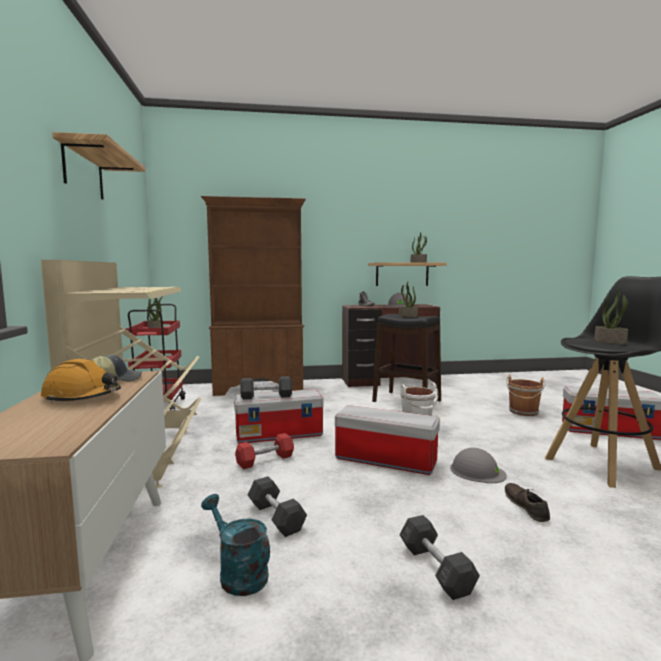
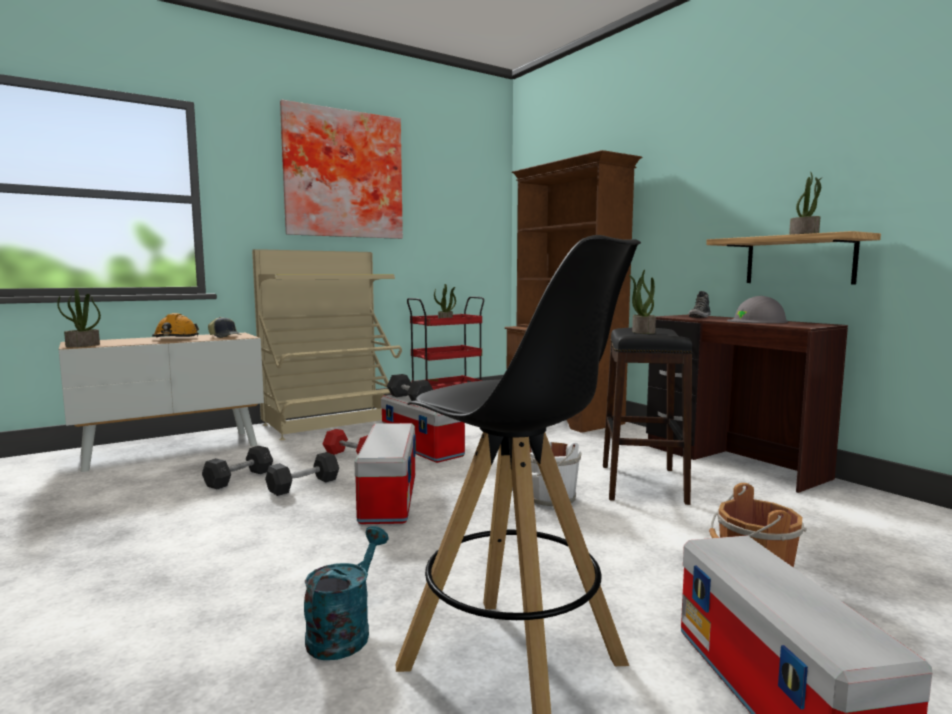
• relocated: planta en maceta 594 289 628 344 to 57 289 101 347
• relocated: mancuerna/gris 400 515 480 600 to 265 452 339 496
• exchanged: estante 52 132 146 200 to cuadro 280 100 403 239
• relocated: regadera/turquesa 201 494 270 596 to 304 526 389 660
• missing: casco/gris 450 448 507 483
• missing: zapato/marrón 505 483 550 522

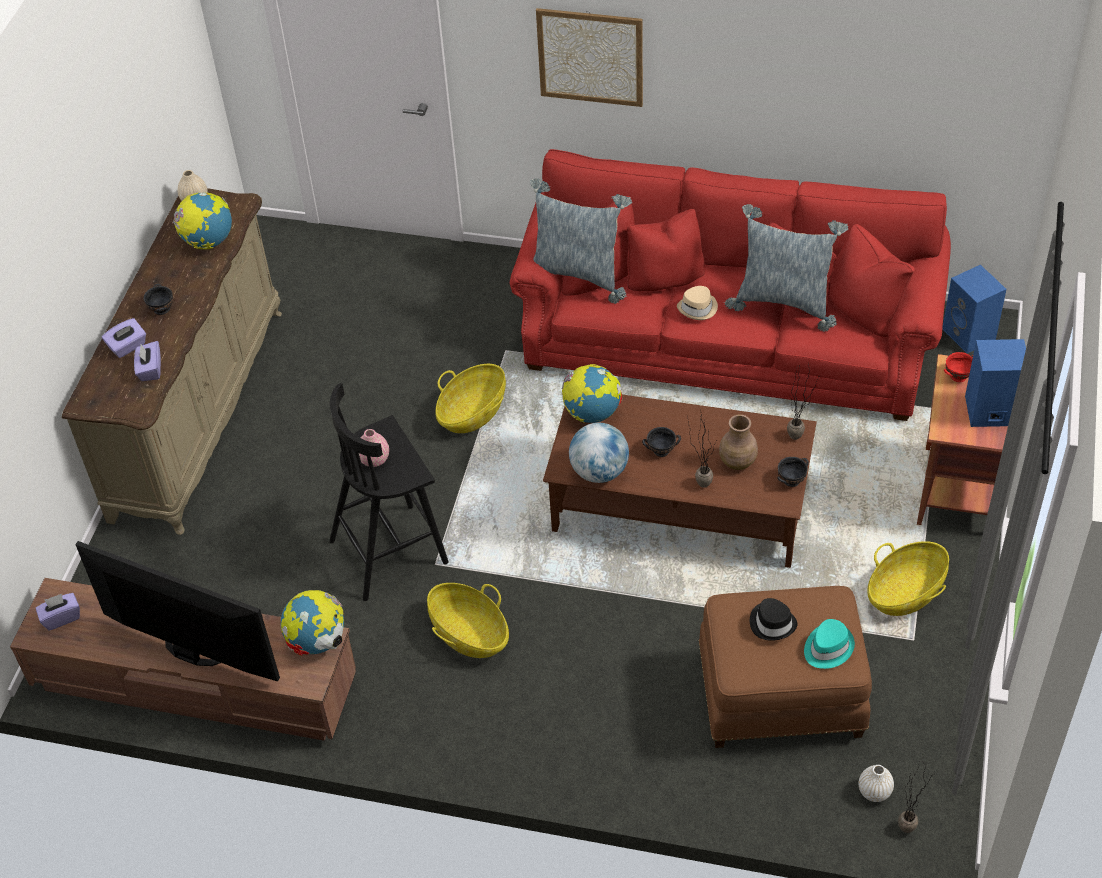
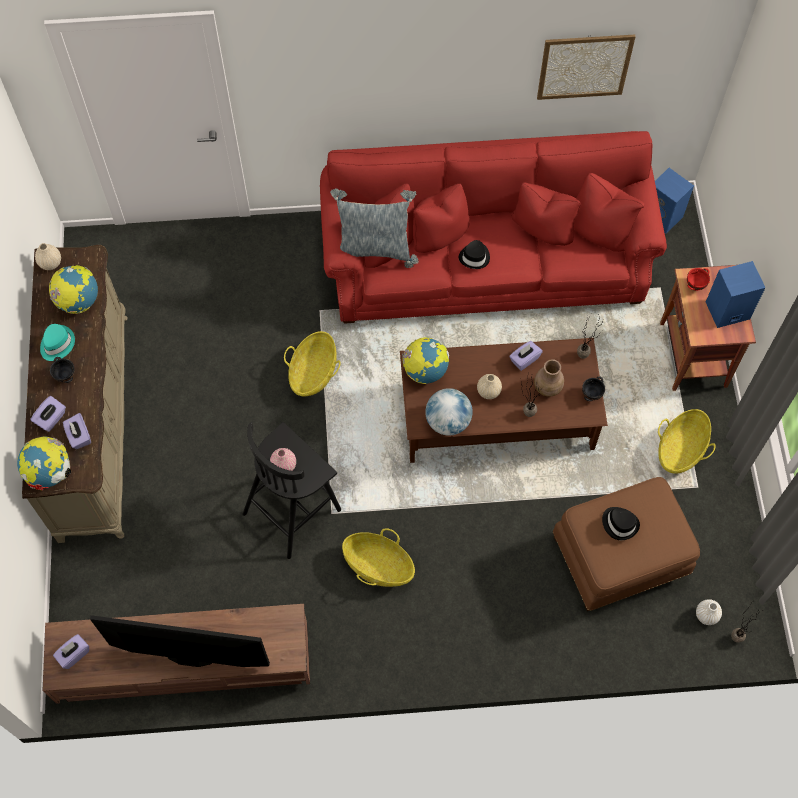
• relocated: globo terráqueo 281 590 344 656 to 17 436 71 491
• relocated: sombrero/turquesa 804 619 855 669 to 40 324 75 361
• colour: sombrero/beis 677 286 718 320 to sombrero/negro 459 240 490 269
• exchanged: cuenco/negro 642 427 681 457 to florero/beis 477 374 502 399
• appeared: caja de pañuelos/morado 509 341 543 371
• relocated: cuadro 536 8 643 107 to 537 34 636 100
• missing: cojín 724 204 848 332

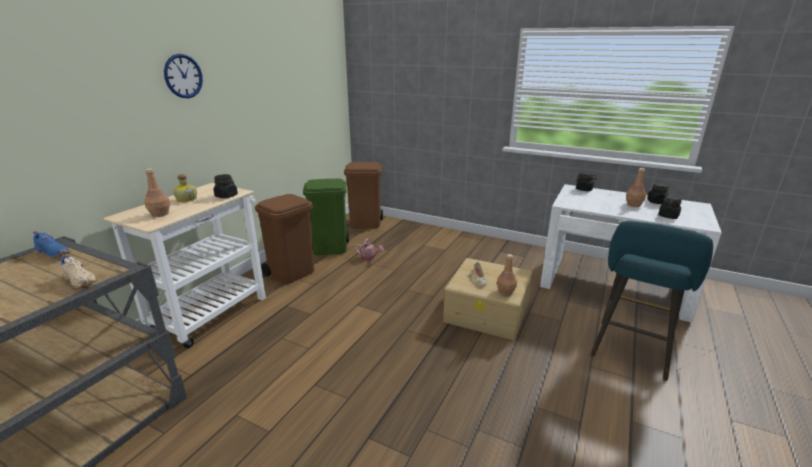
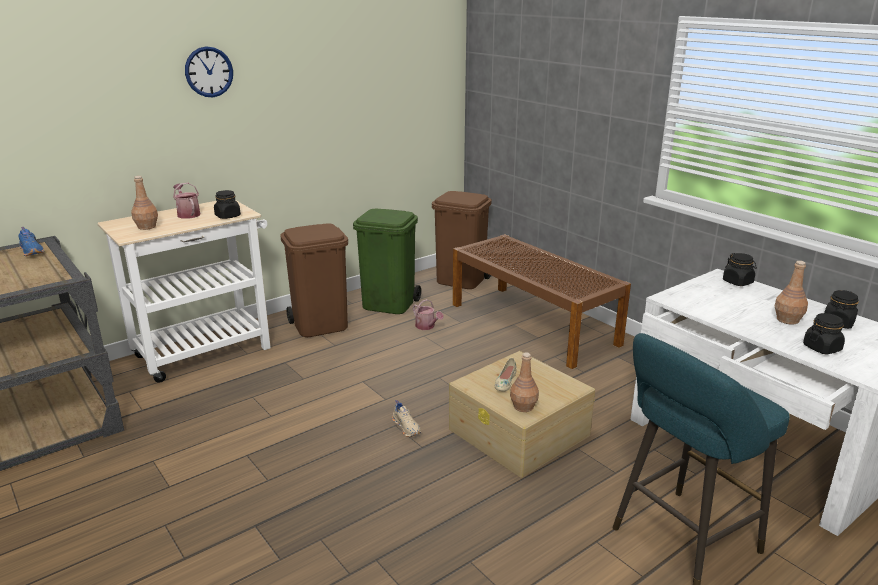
• exchanged: botella 173 174 197 202 to regadera 173 183 200 219
• relocated: zapato/beis 60 254 97 288 to 392 400 421 437
• appeared: banco/marrón 453 234 631 369

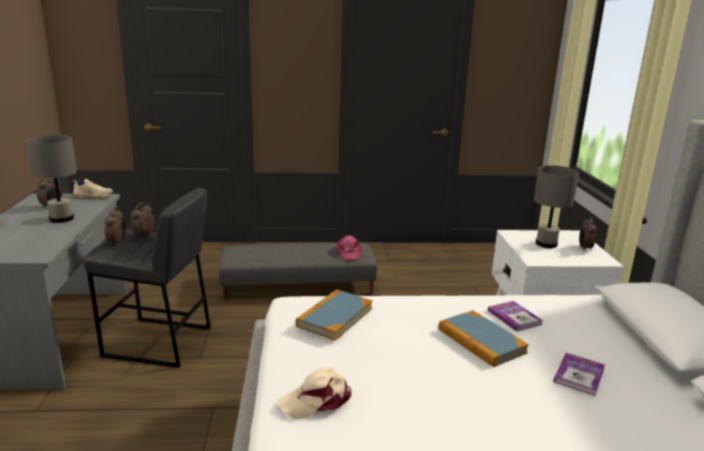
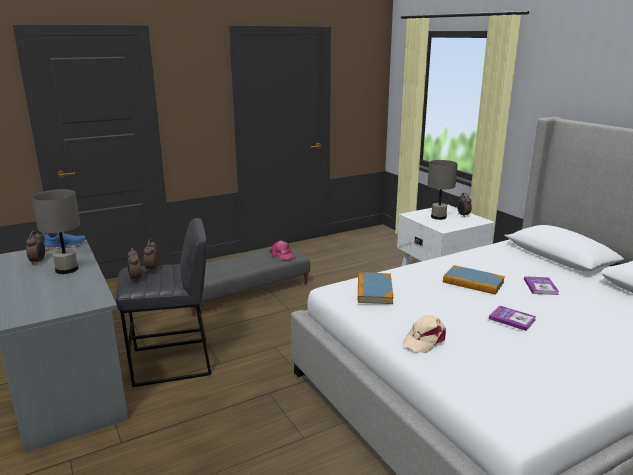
• colour: zapato/beis 72 179 113 199 to zapato/azul 42 232 86 250
• relocated: libro 488 301 543 331 to 489 305 536 331

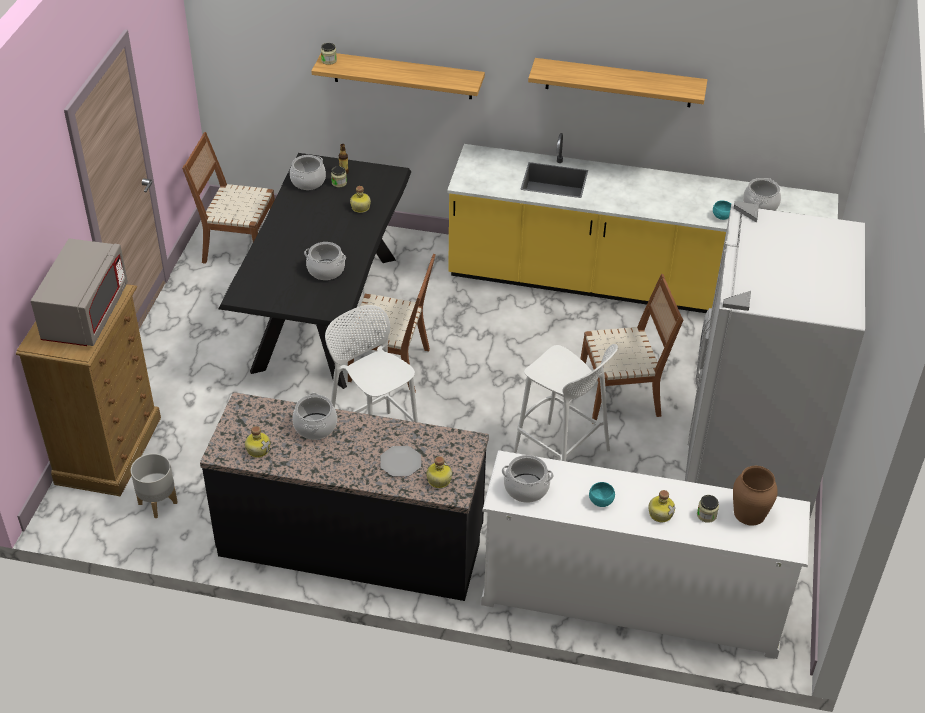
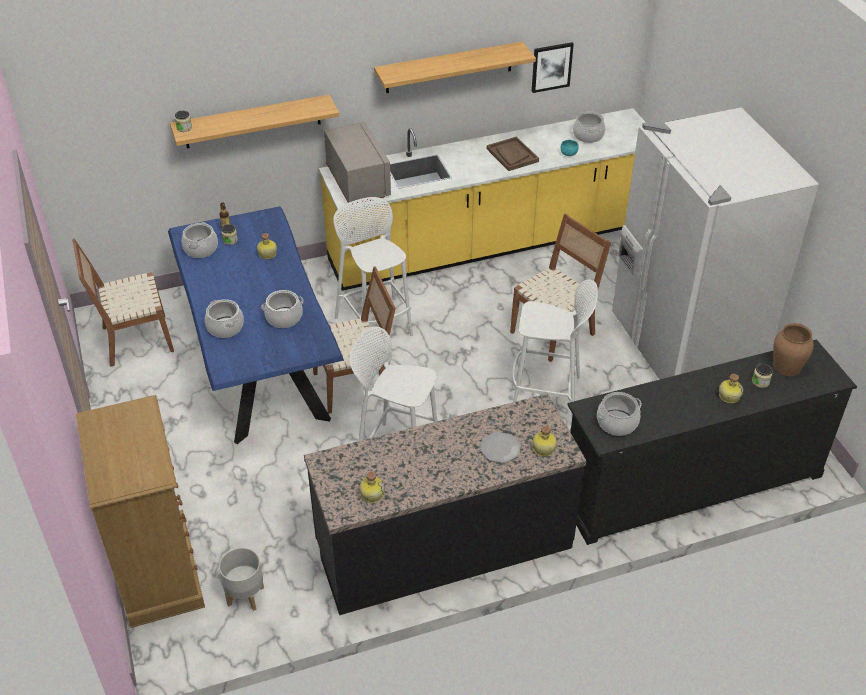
• colour: mesa de comedor/negro 218 153 412 389 to mesa de comedor/azul 168 206 344 444
• relocated: olla 292 393 337 440 to 205 299 244 338
• relocated: microondas/gris 31 239 128 346 to 324 122 391 205
• appeared: taburete/blanco 333 197 413 336
• appeared: bandeja/marrón 487 136 539 171
• appeared: cuadro 532 42 574 93
• colour: armario/blanco 481 450 810 659 to armario/negro 567 340 857 545
• missing: cuenco/turquesa 589 482 615 507

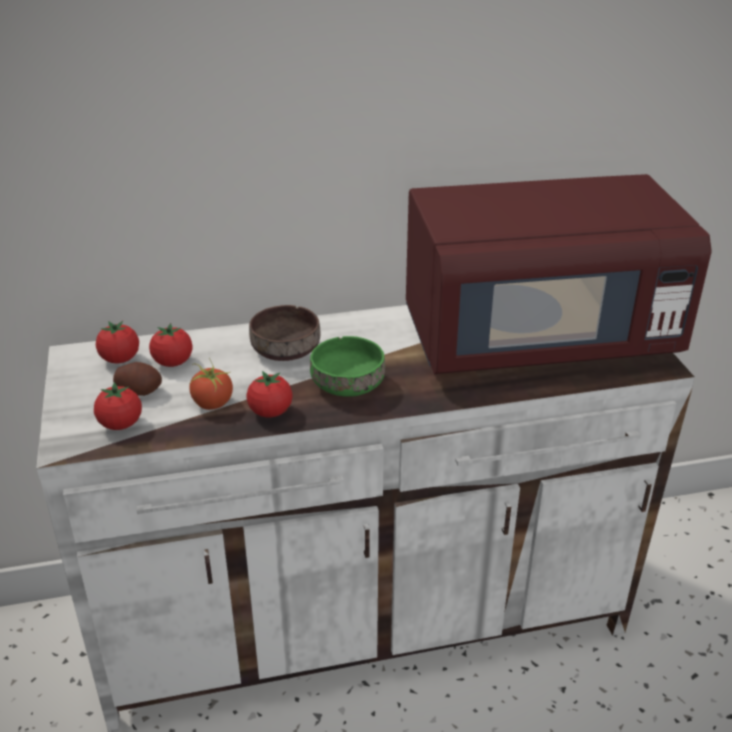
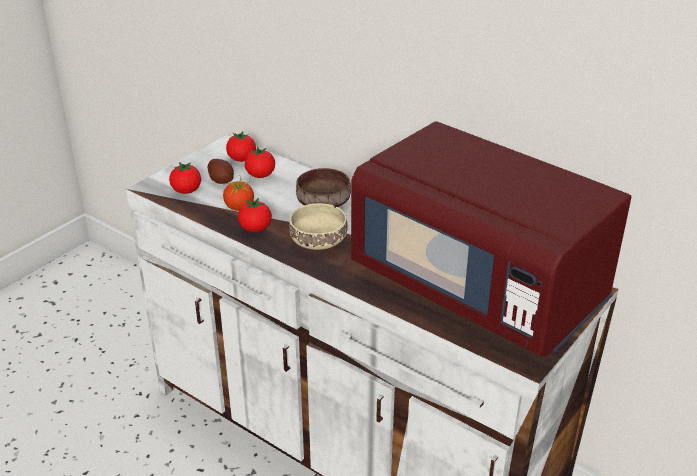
• colour: cuenco/verde 310 336 385 397 to cuenco/beis 289 203 348 250

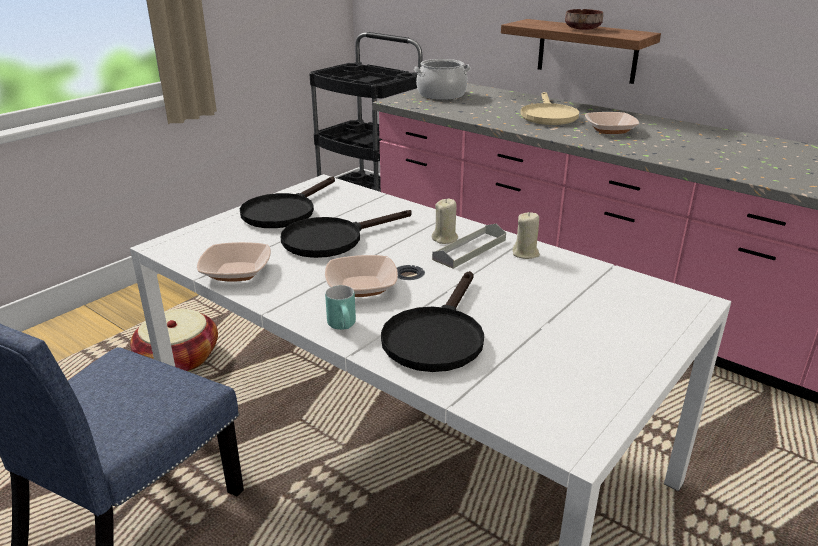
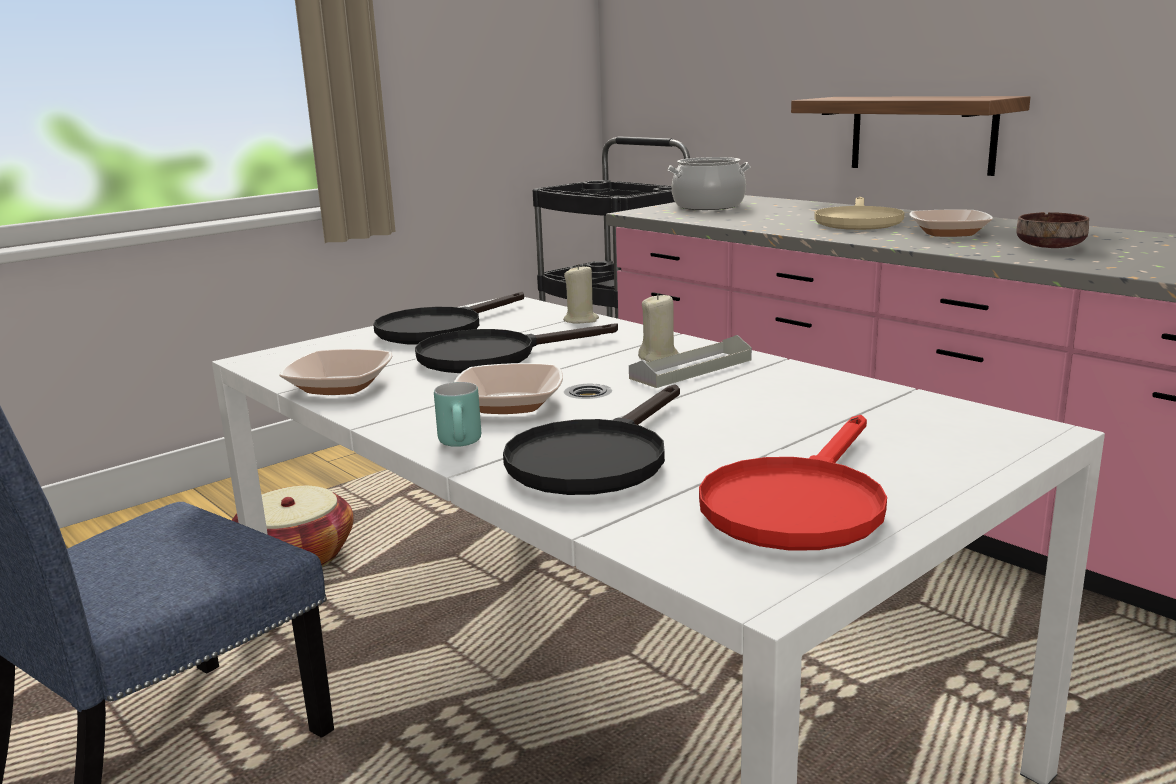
• relocated: vela/beis 512 212 540 259 to 563 264 599 324
• appeared: sartén/rojo 699 415 887 550
• relocated: cuenco/marrón 565 9 603 30 to 1016 212 1089 248

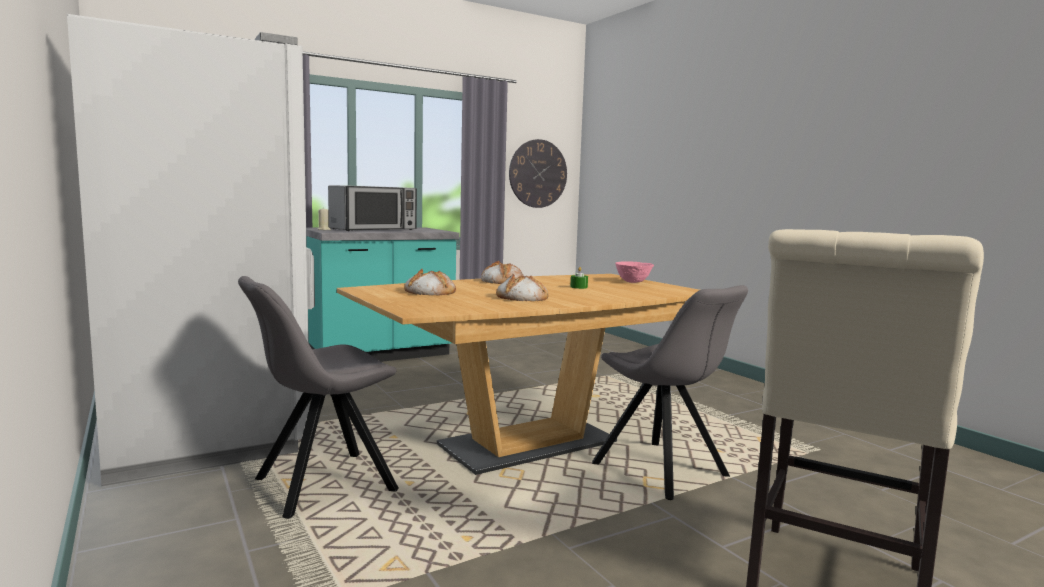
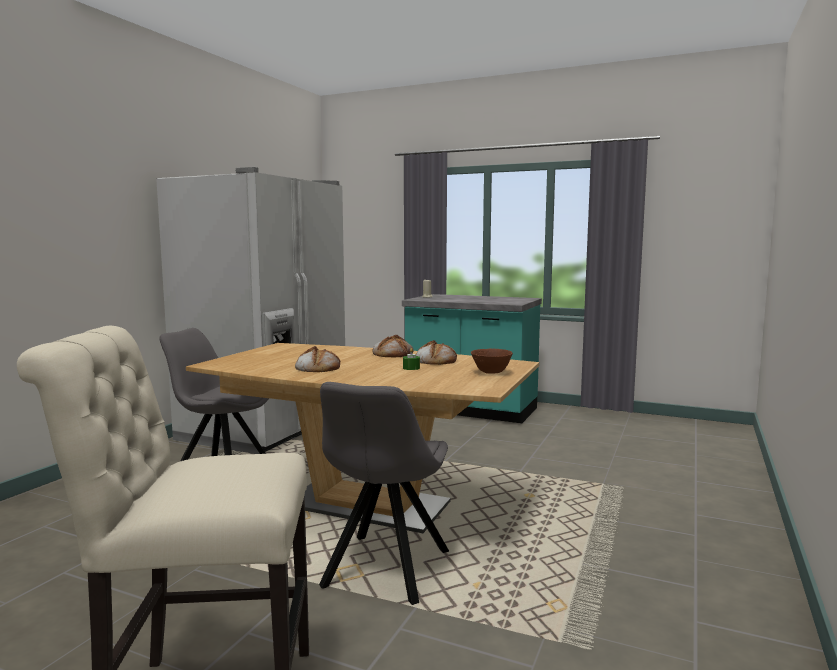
• relocated: pan 404 269 456 296 to 416 340 457 365
• colour: cuenco/rosa 615 261 654 283 to cuenco/marrón 471 349 513 374
• missing: microondas 328 185 417 231
• missing: reloj de pared 509 139 567 208

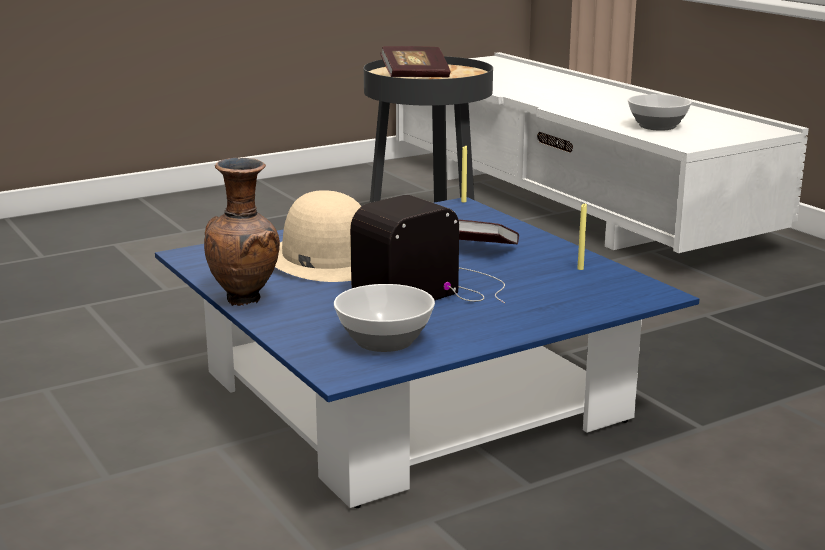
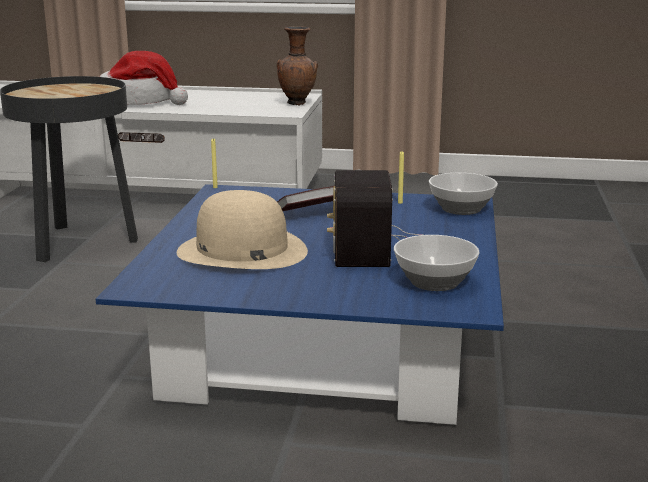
• appeared: sombrero 100 51 188 105
• relocated: florero/marrón 204 158 280 306 to 277 26 318 106
• relocated: cuenco 628 94 692 131 to 429 173 498 215
• missing: libro 380 46 450 77

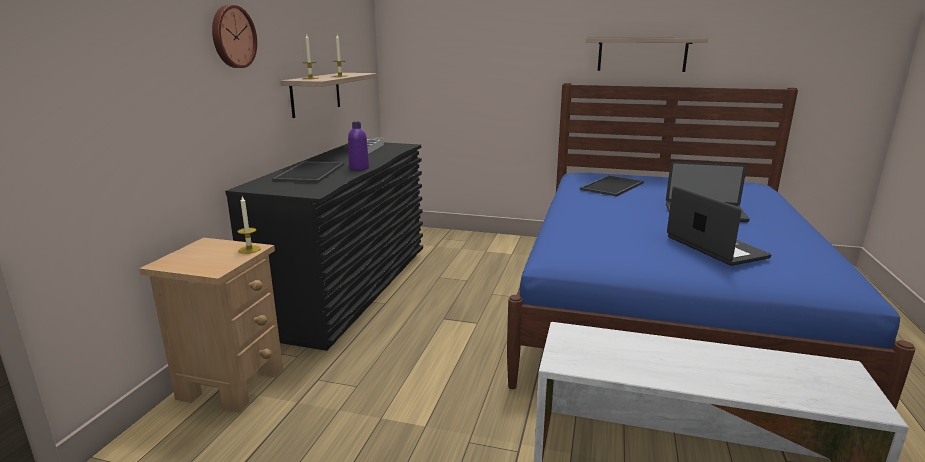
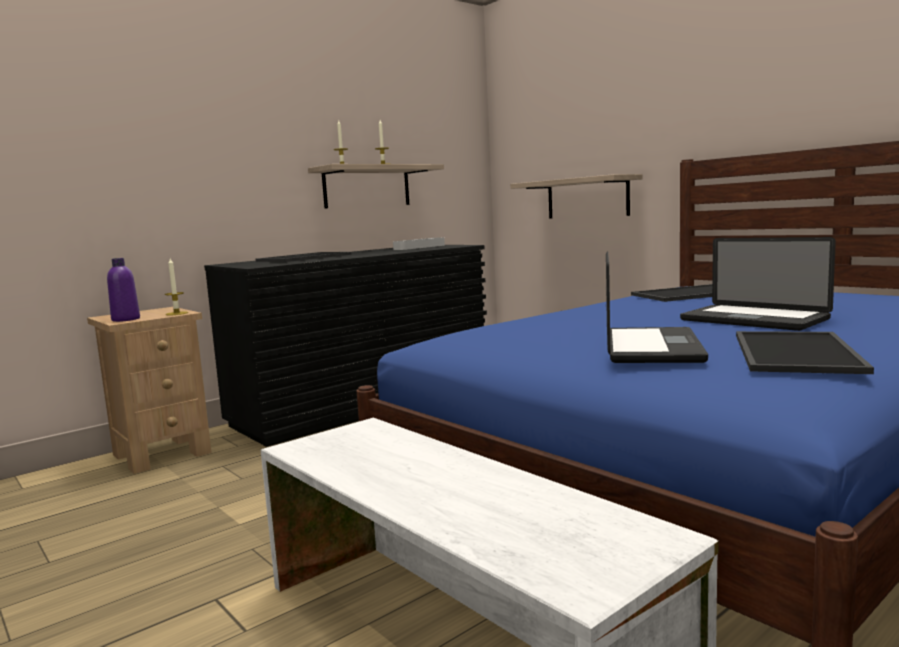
• relocated: botella/morado 348 122 369 171 to 107 258 140 322
• relocated: estante 586 38 708 72 to 510 174 642 218
• appeared: bandeja 736 331 874 374
• missing: reloj de pared 212 5 257 68

